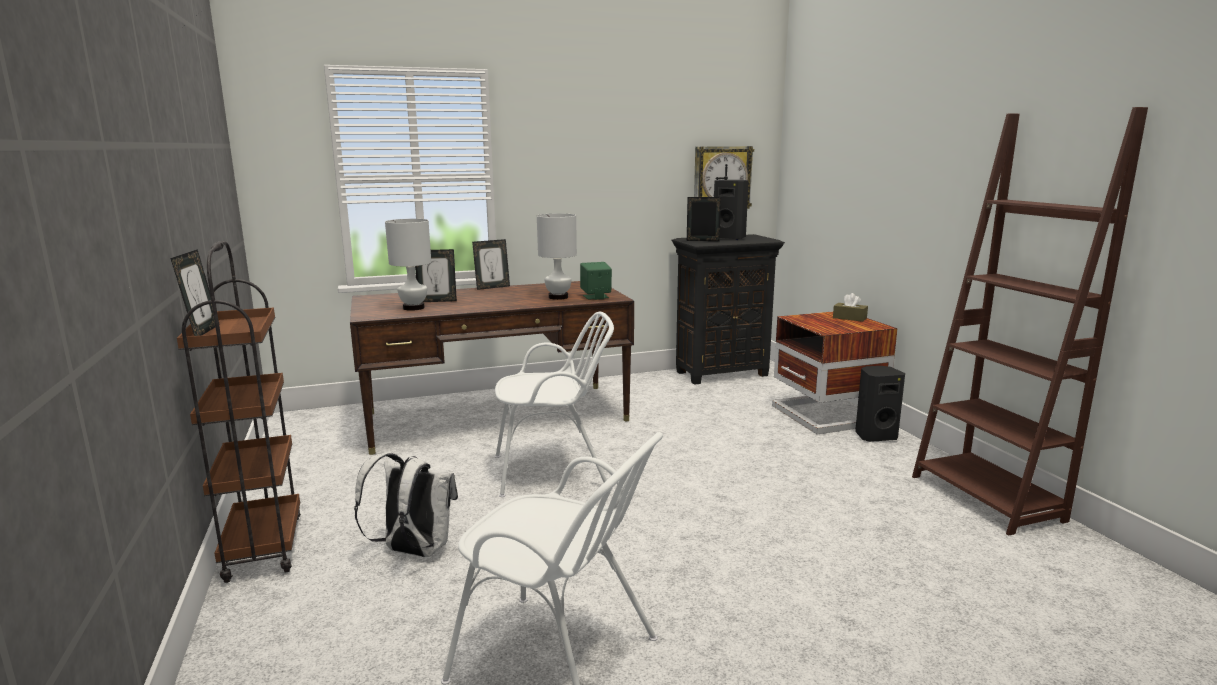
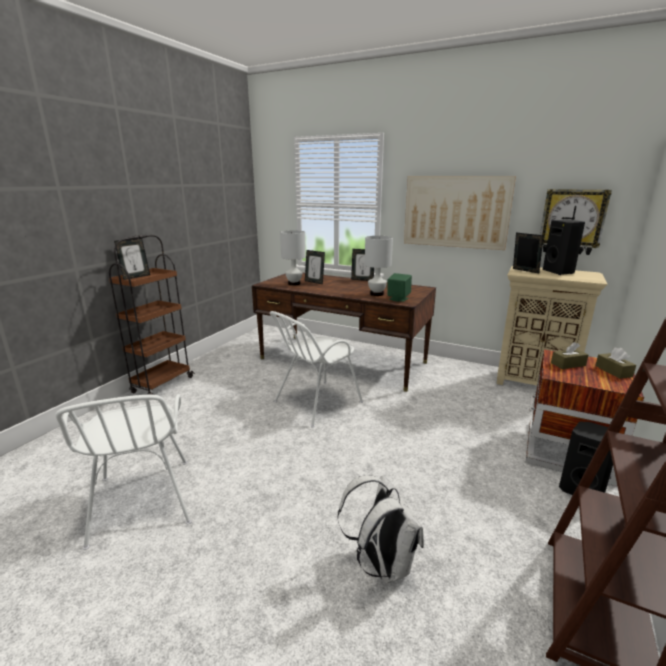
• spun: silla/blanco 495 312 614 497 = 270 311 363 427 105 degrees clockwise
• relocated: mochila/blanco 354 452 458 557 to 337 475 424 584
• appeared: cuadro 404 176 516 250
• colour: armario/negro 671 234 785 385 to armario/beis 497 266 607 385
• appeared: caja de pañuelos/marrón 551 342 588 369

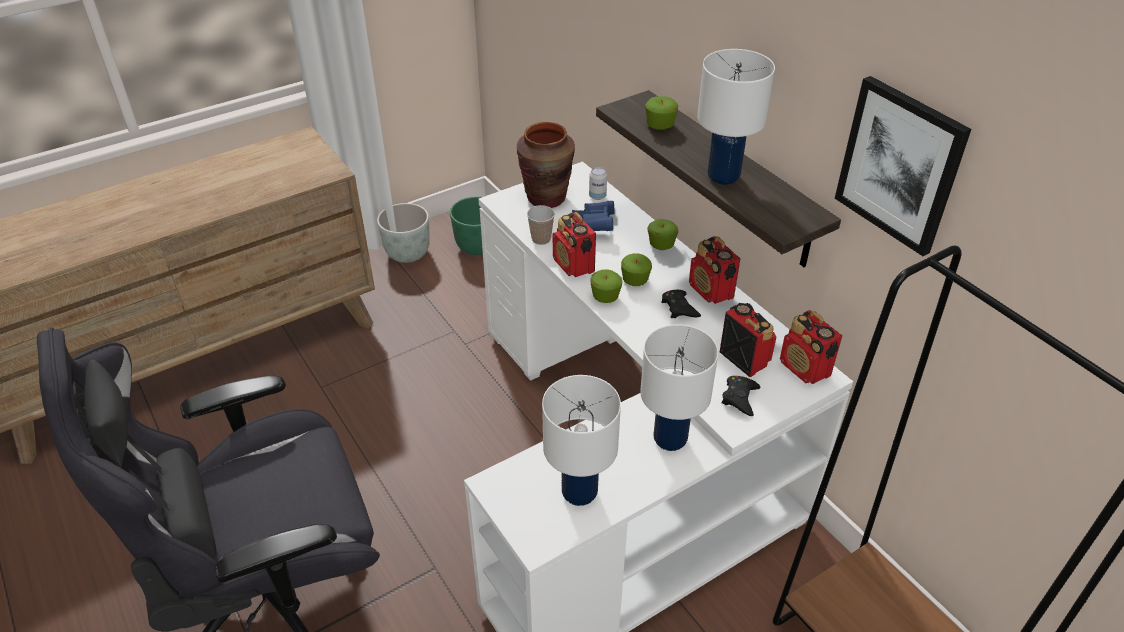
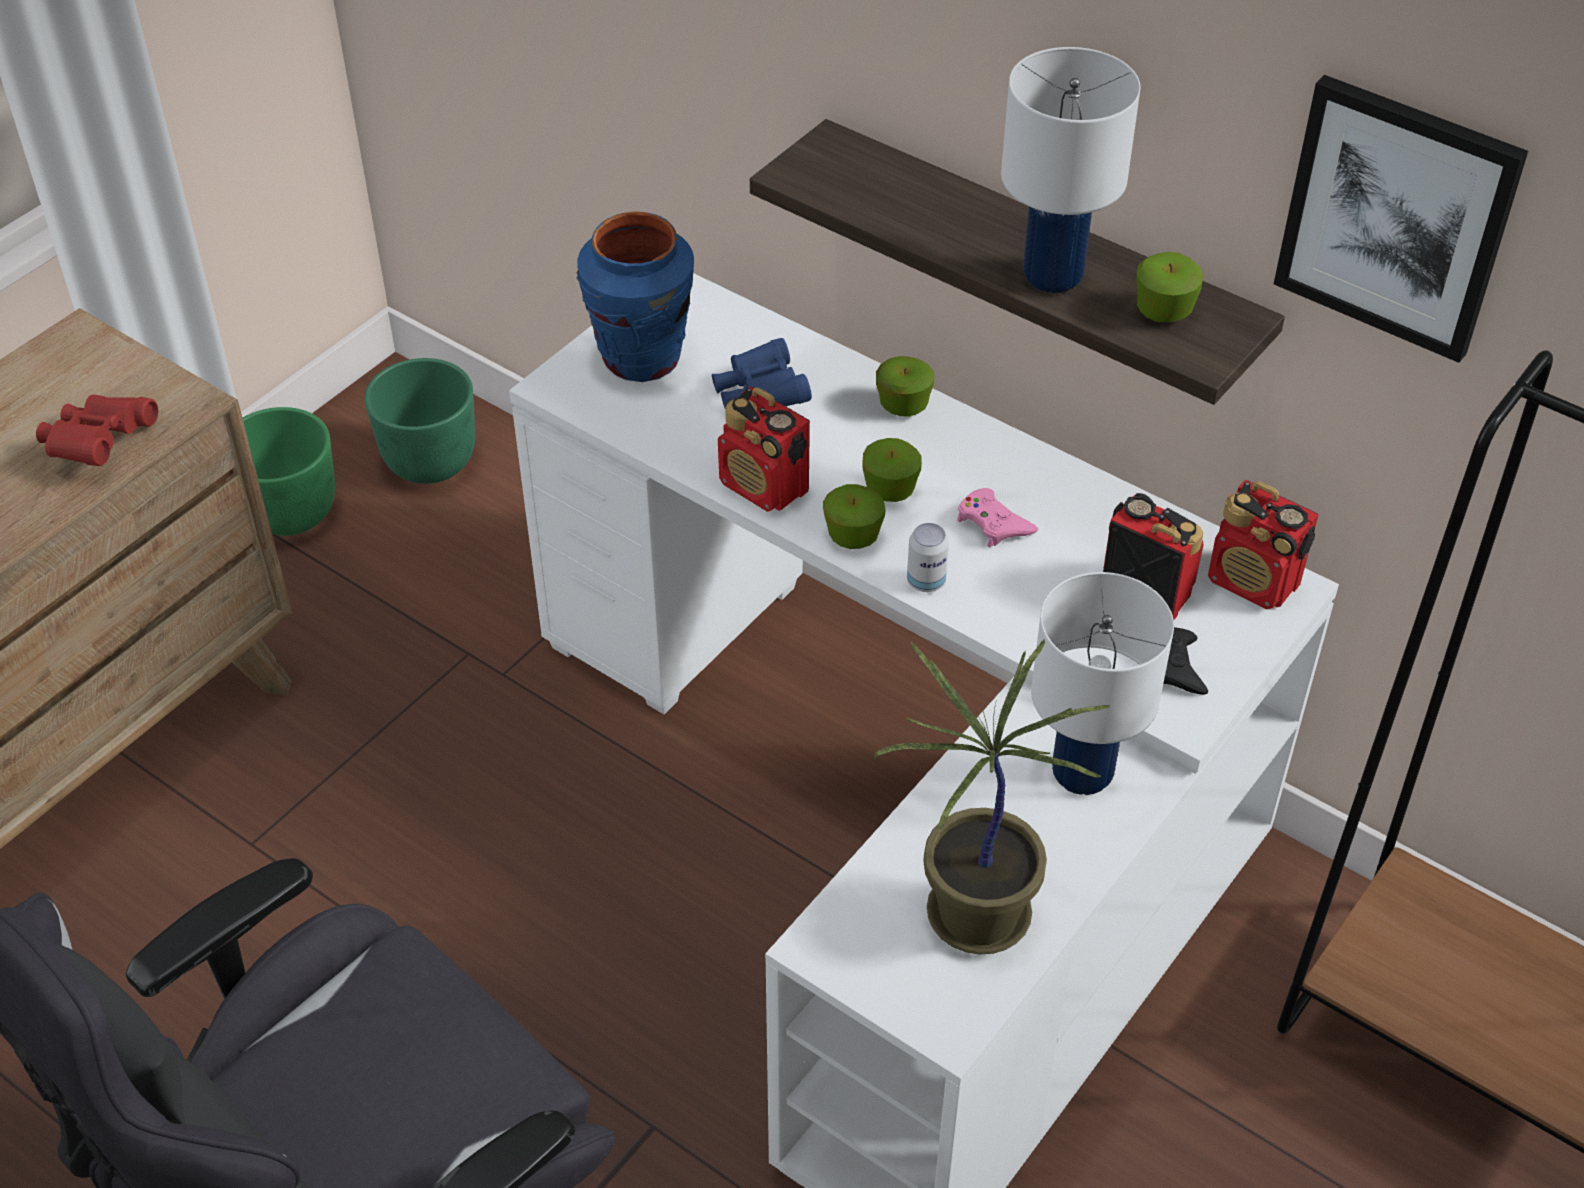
• appeared: prismáticos/rojo 36 395 158 466
• colour: maceta/gris 377 203 430 263 to maceta/verde 243 407 335 536
• colour: florero/marrón 517 122 575 208 to florero/azul 576 212 694 382
• exchanged: lámpara de mesa/blanco 542 375 621 506 to planta en maceta 874 638 1111 954
• relocated: lata 589 167 607 200 to 907 523 949 592
• colour: mando de consola/negro 661 290 701 318 to mando de consola/rosa 957 488 1038 547
• relocated: manzana 645 96 678 130 to 1136 252 1203 323
• missing: taza 527 205 555 245
• missing: radio 689 236 740 304

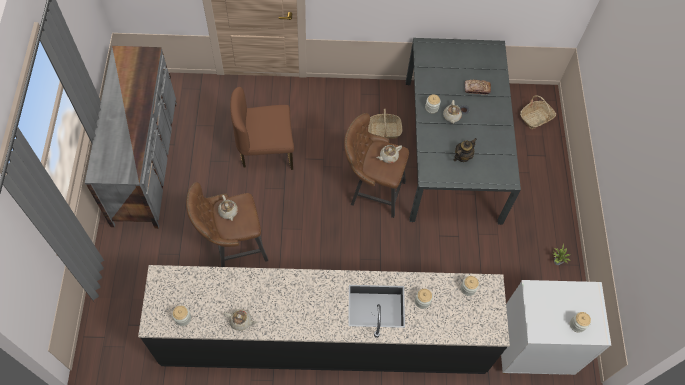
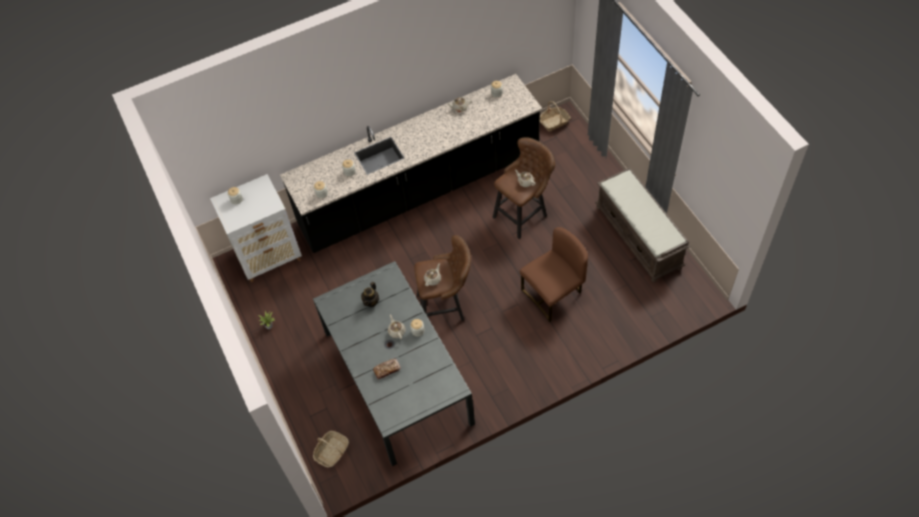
• relocated: cesta 368 109 402 139 to 540 101 571 132
• exchanged: armario/gris 85 46 177 229 to banco/marrón 595 168 690 282

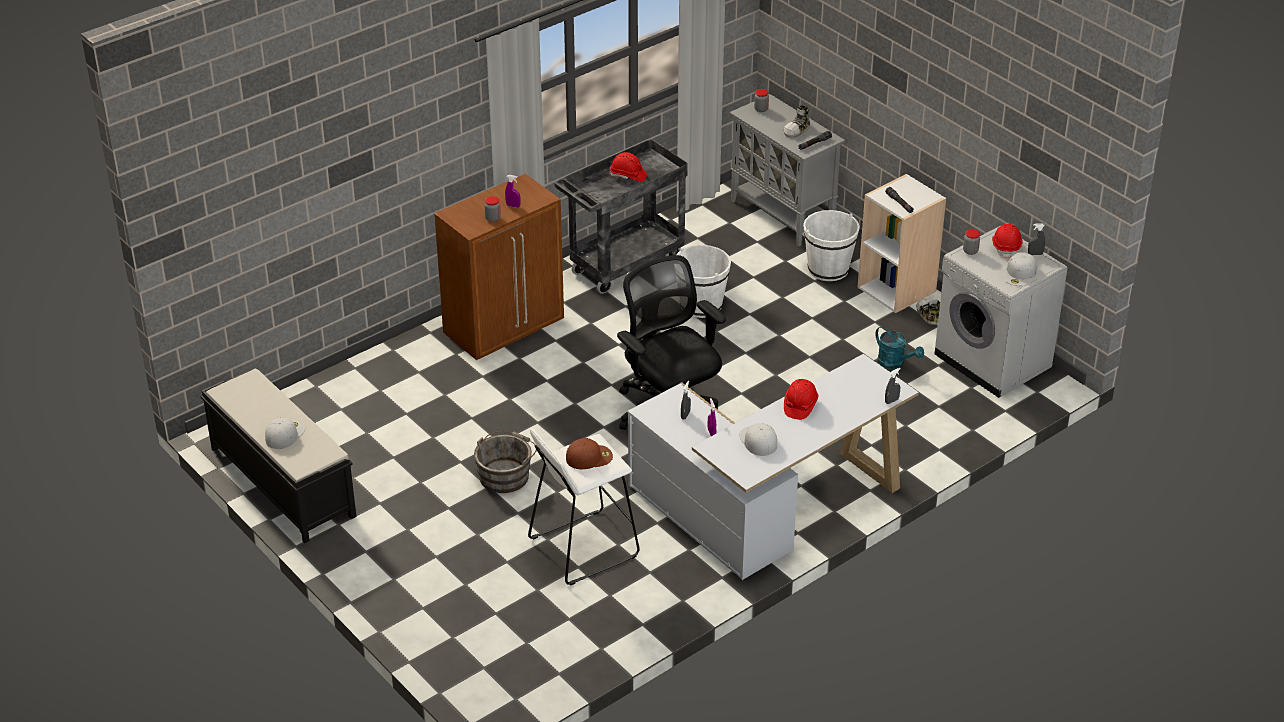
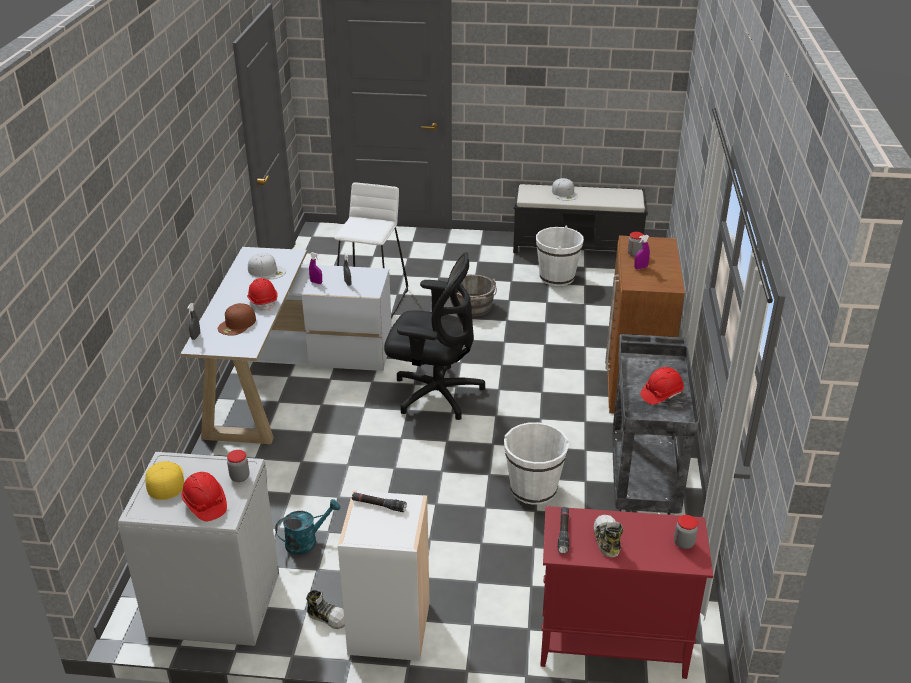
• colour: gorra/blanco 1003 252 1037 286 to gorra/amarillo 145 461 184 500
• relocated: gorra/marrón 566 438 613 469 to 218 303 256 336
• spun: regadera/turquesa 875 326 924 369 = 275 499 340 555 150 degrees clockwise
• relocated: cubo/blanco 803 210 860 281 to 536 226 584 286
• colour: armario/gris 730 94 845 247 to armario/rojo 541 506 713 679
• missing: pulverizador/gris 1028 224 1045 255

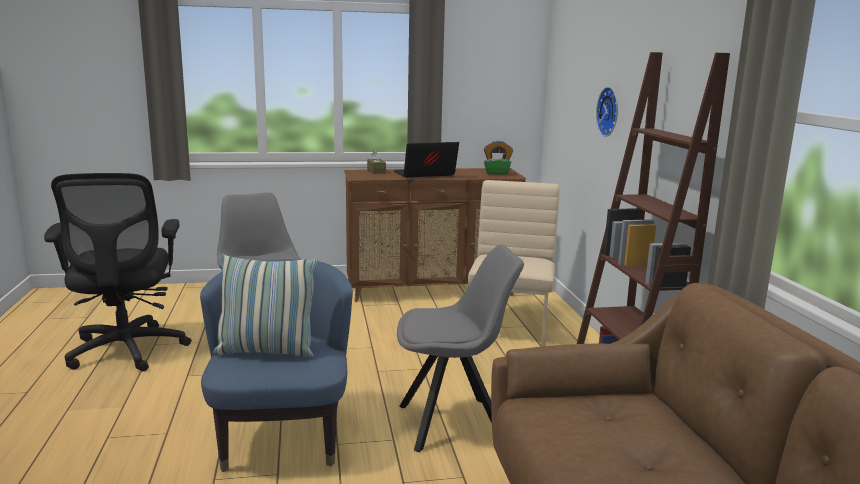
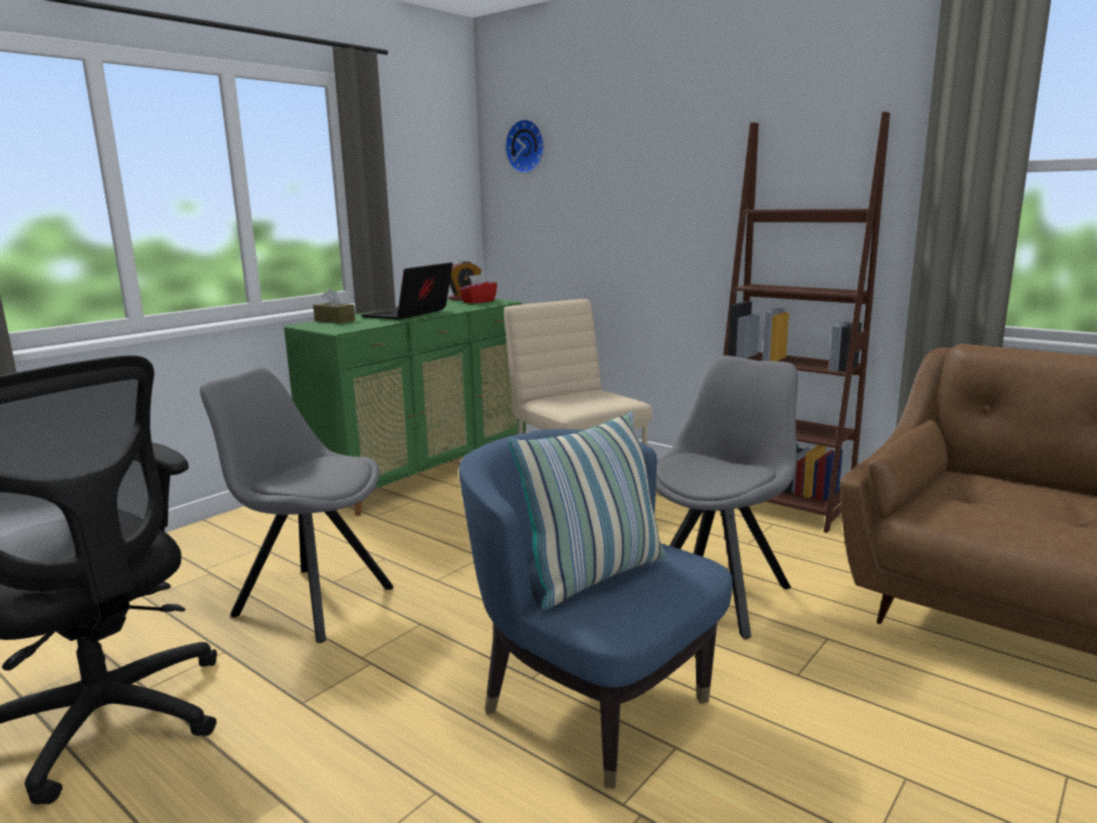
• colour: armario/marrón 344 168 527 303 to armario/verde 281 299 526 516
• colour: caja de pañuelos/verde 484 153 511 175 to caja de pañuelos/rojo 459 274 497 303
• relocated: reloj de pared 596 87 618 137 to 505 119 544 174

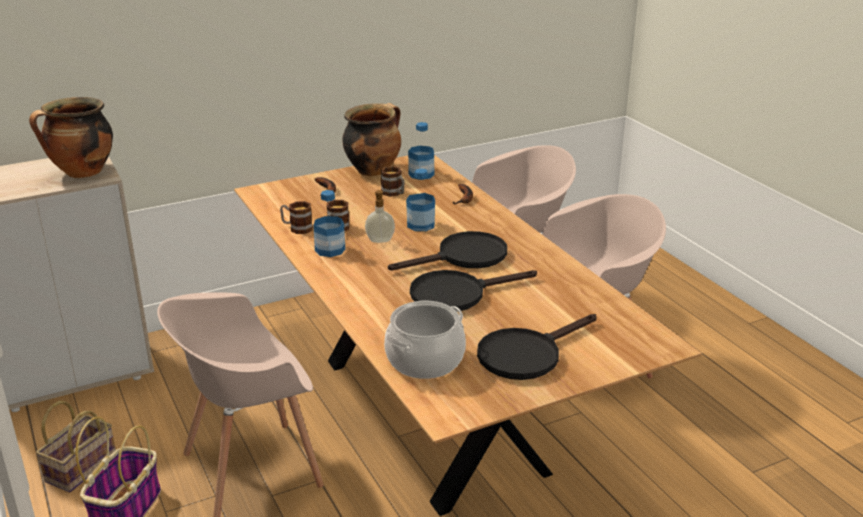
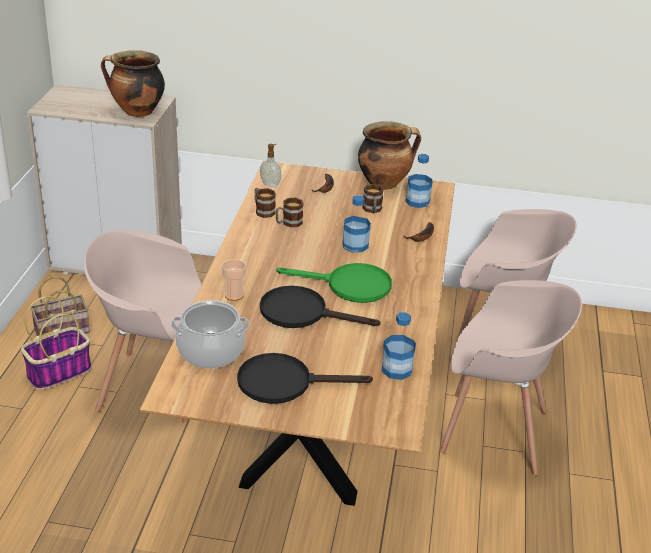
• appeared: taza 222 259 246 301
• relocated: dispensador de jabón 365 190 395 243 to 260 144 281 187
• colour: sartén/negro 388 231 507 271 to sartén/verde 276 263 392 303
• relocated: botella 313 190 345 257 to 382 312 416 380

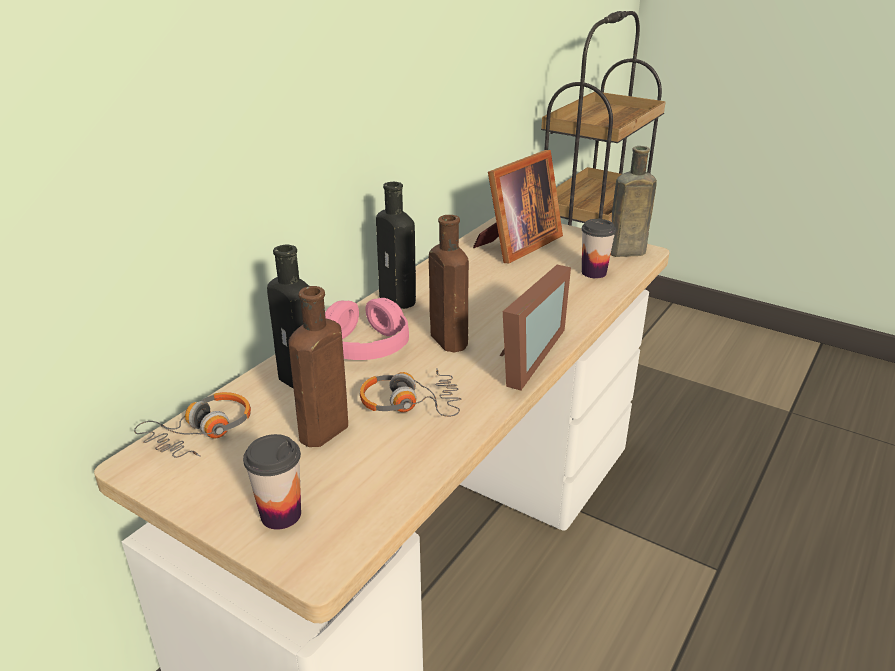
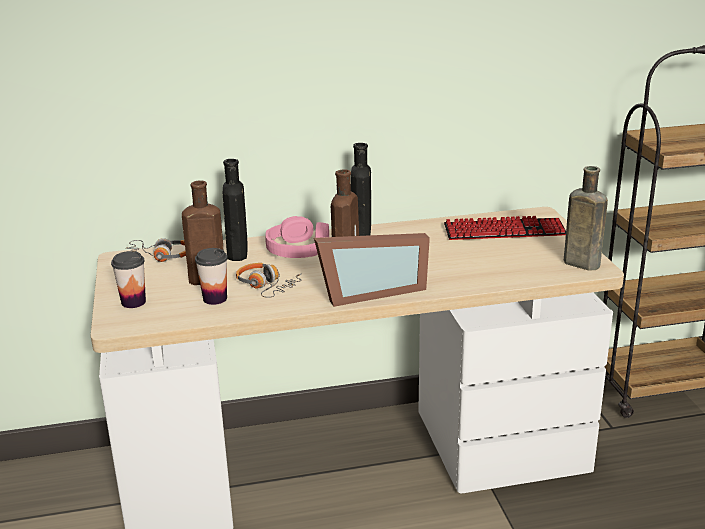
• relocated: taza 582 219 616 278 to 195 248 228 305
• exchanged: portarretratos 473 150 563 263 to teclado 444 216 566 240

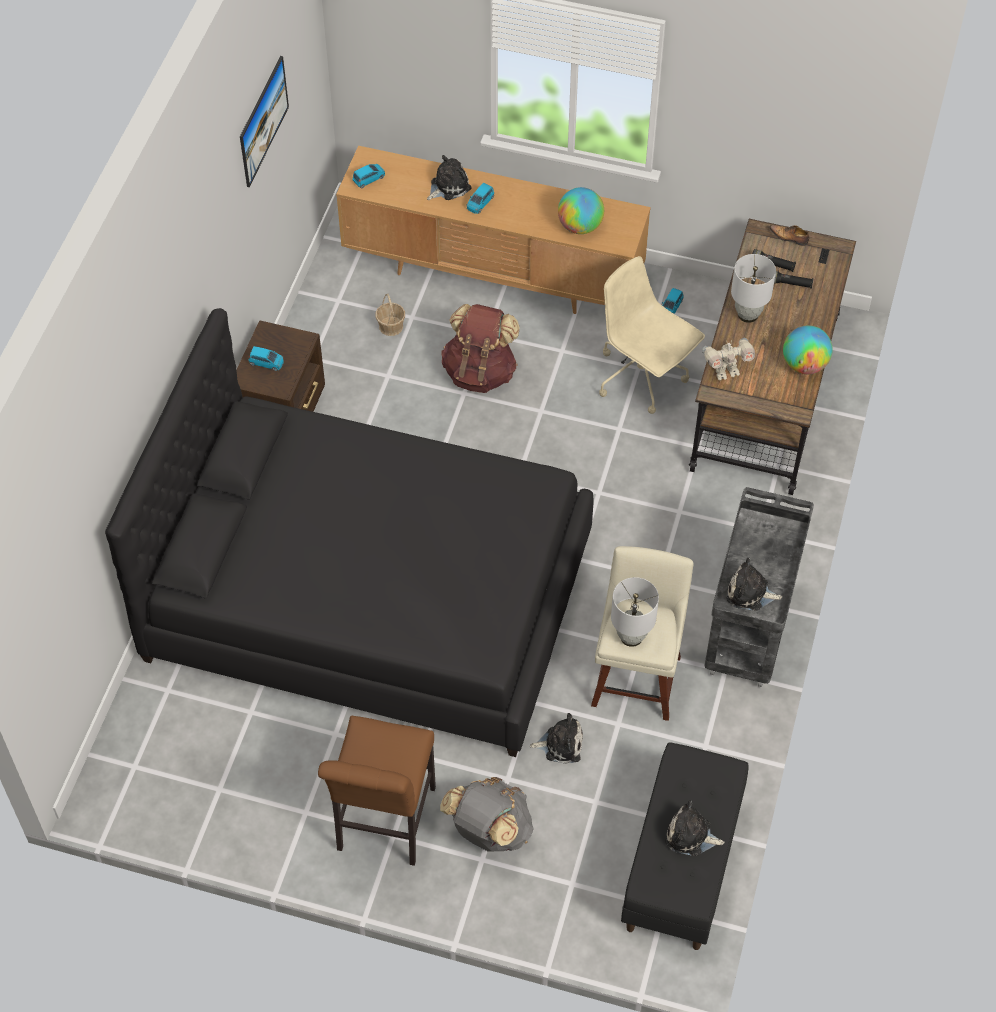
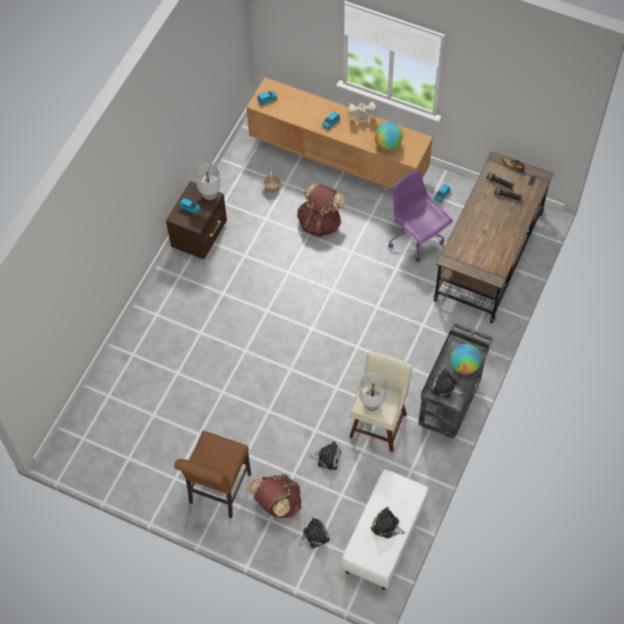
• relocated: lámpara de mesa/blanco 731 254 776 323 to 195 163 221 202
• colour: mochila/gris 440 777 534 851 to mochila/marrón 247 474 302 518
• relocated: peluche 427 155 471 200 to 299 518 330 548
• colour: banco/negro 621 742 749 950 to banco/blanco 341 469 429 590
• relocated: robot de juguete 702 338 755 380 to 348 101 377 124
• colour: silla de oficina/beis 599 256 705 414 to silla de oficina/morado 389 170 453 262
• relocated: globo terráqueo 783 325 833 374 to 450 344 481 375
• missing: cama/negro 105 308 594 757
• missing: cuadro 240 56 289 187

